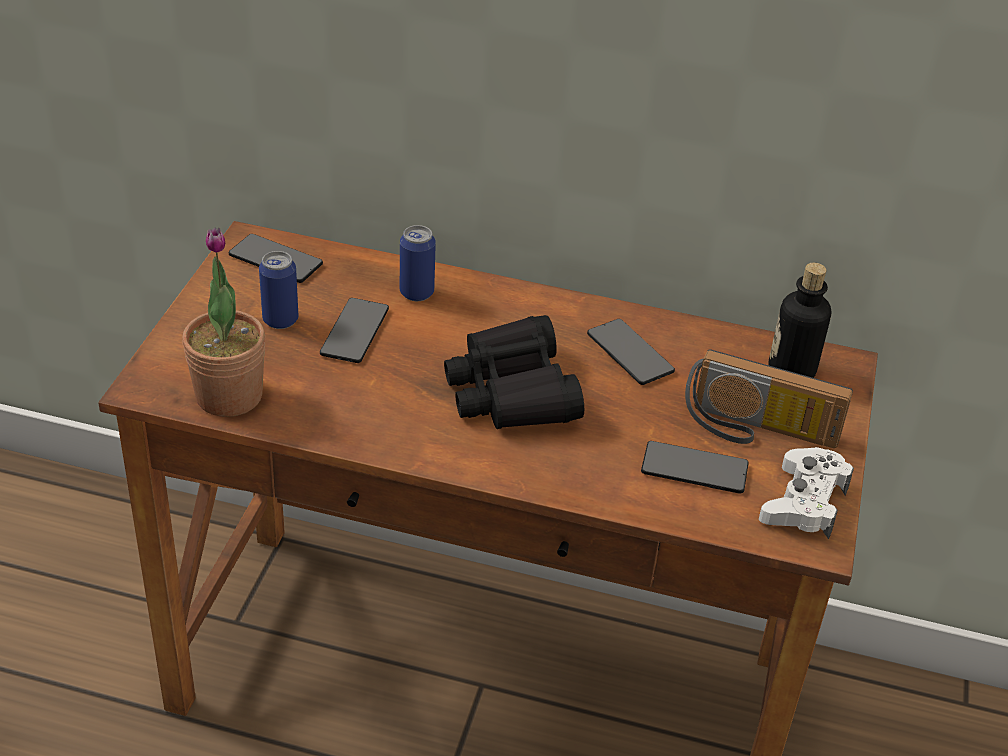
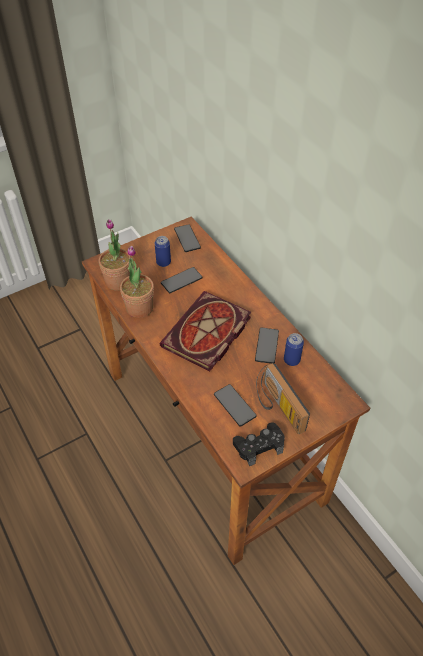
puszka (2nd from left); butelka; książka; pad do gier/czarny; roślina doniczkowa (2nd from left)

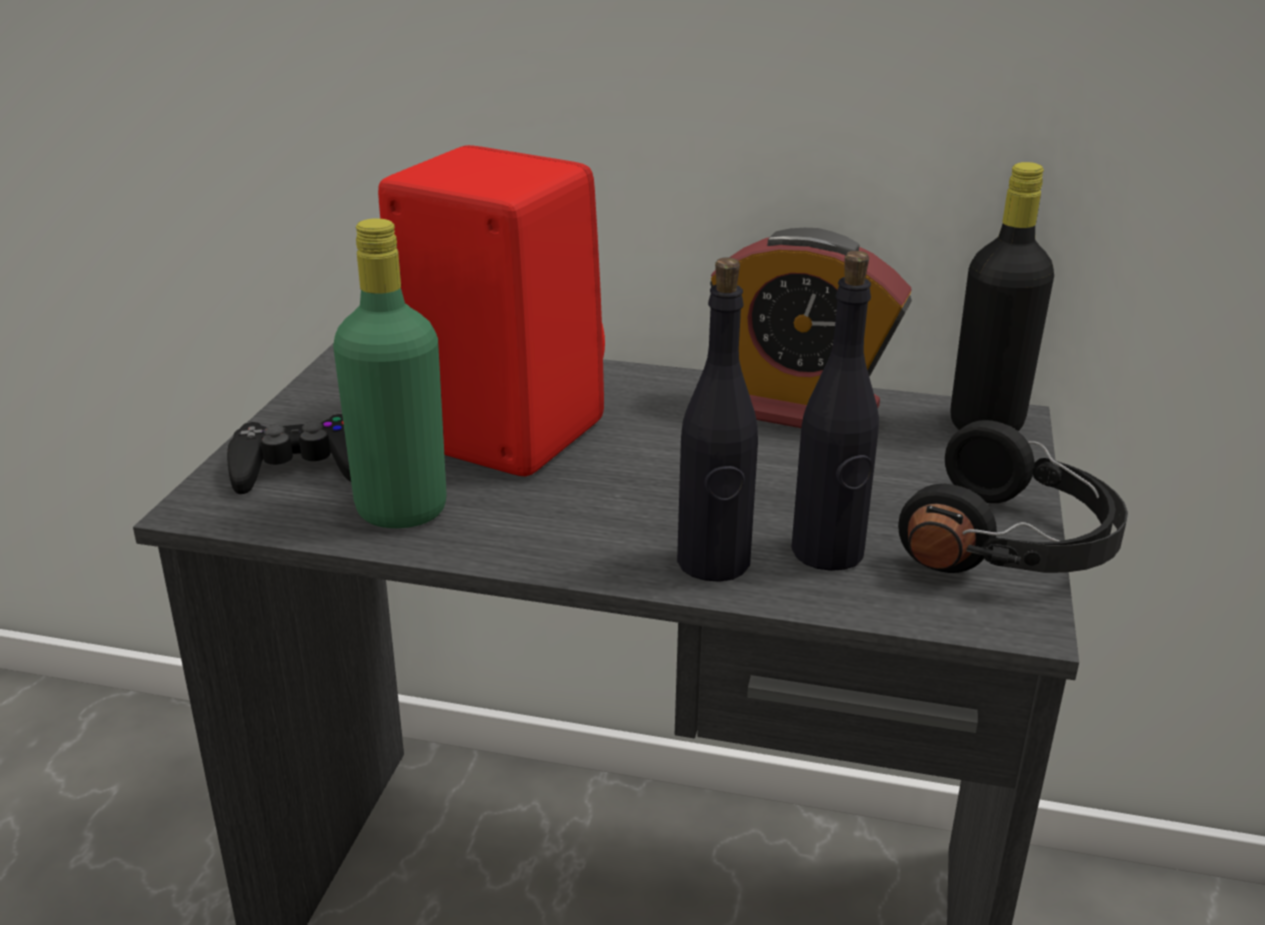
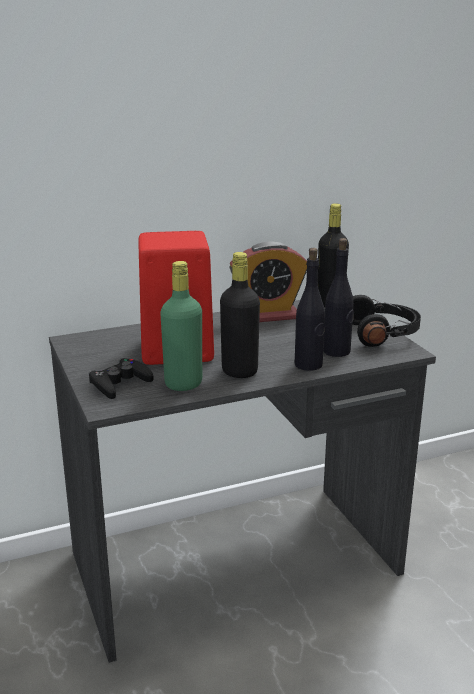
butelka/czarny (1st from left)

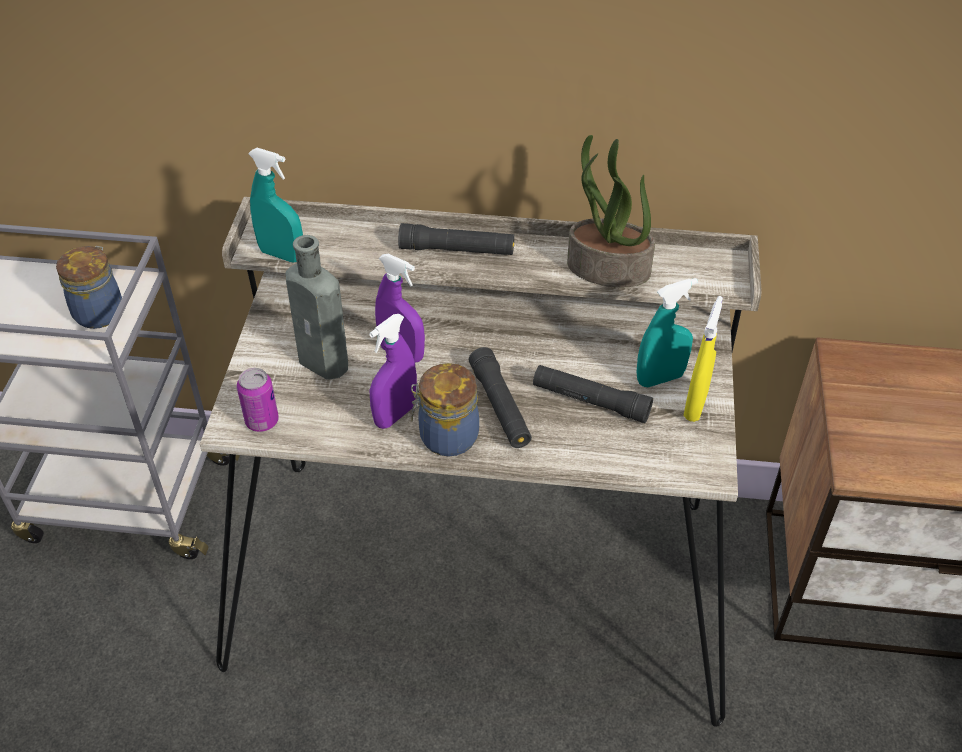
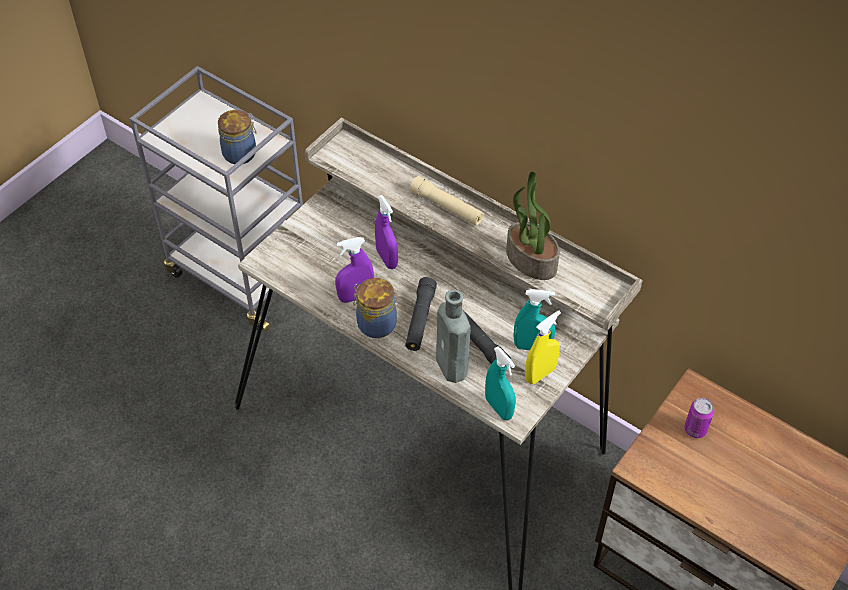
spryskiwacz/turkusowy (1st from left); latarka/beżowy; butelka/szary; puszka

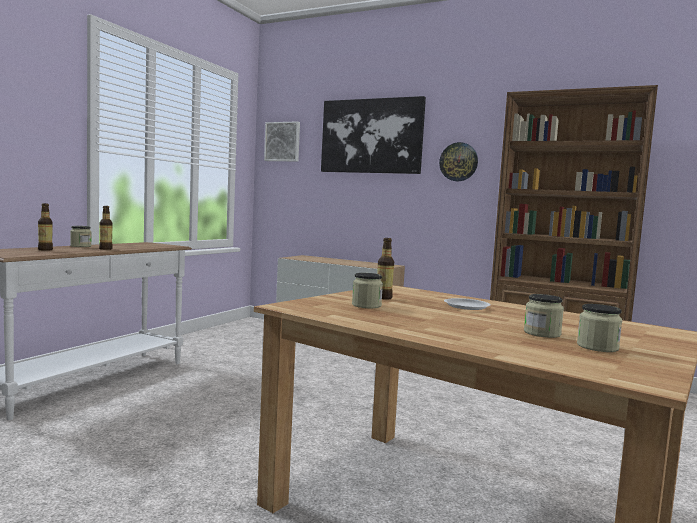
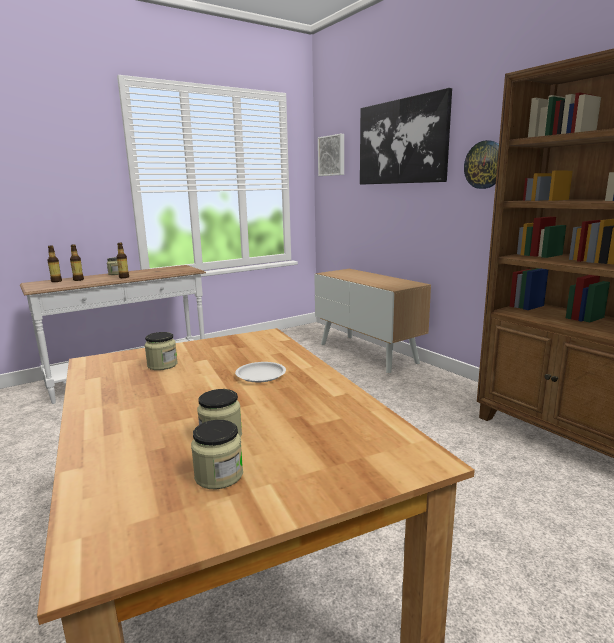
butelka (1st from left)

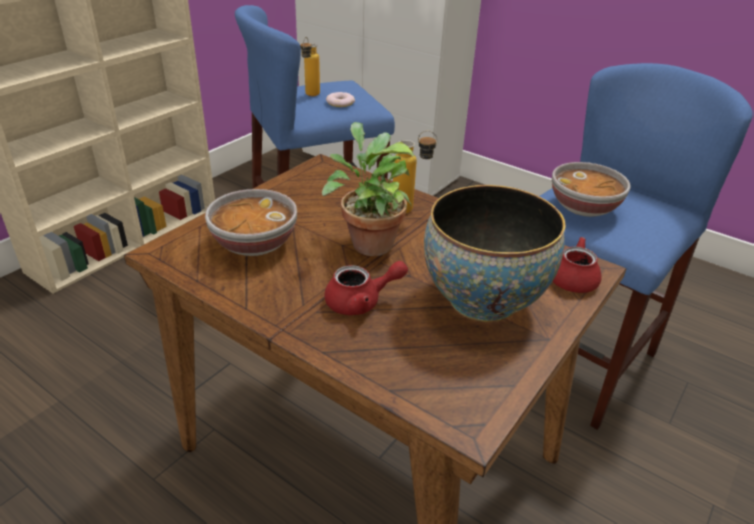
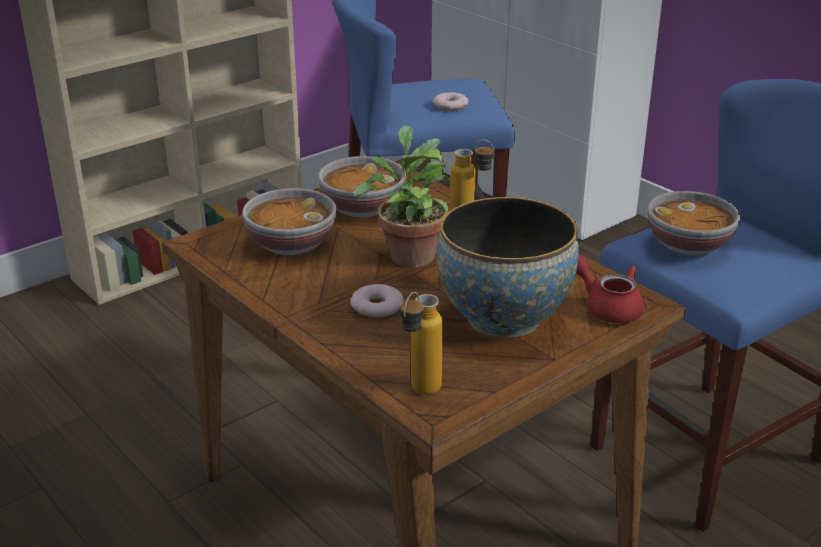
butelka (1st from left); donut (1st from left); miska (2nd from left)

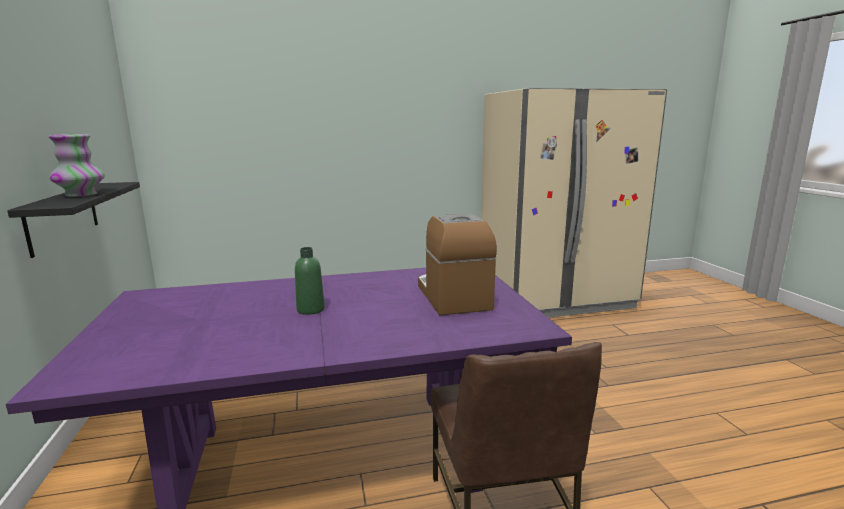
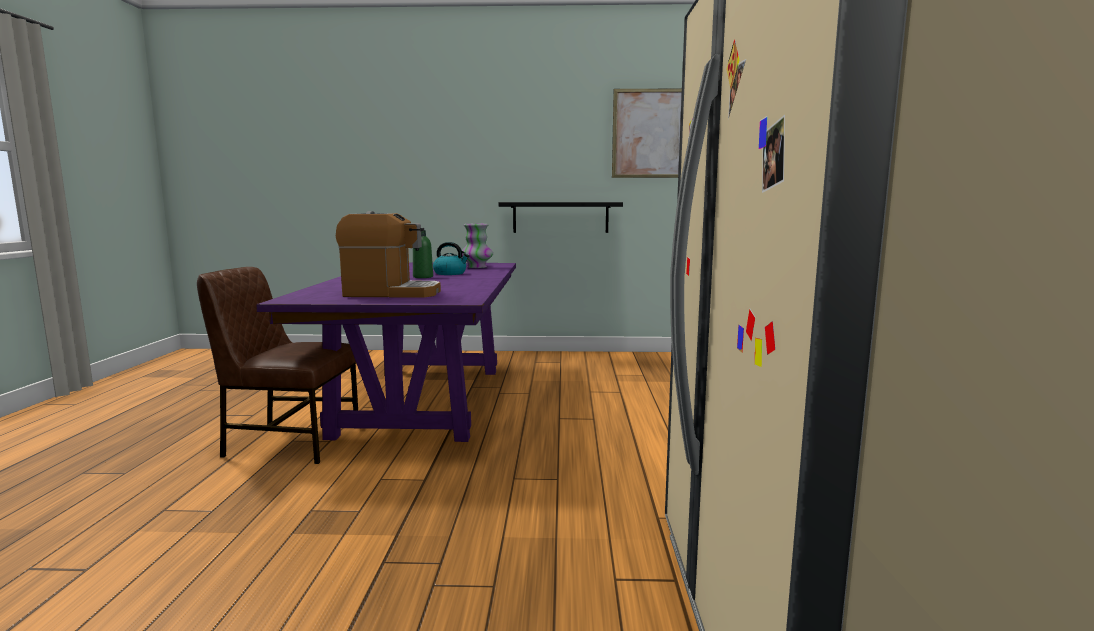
wazon; obraz; czajnik

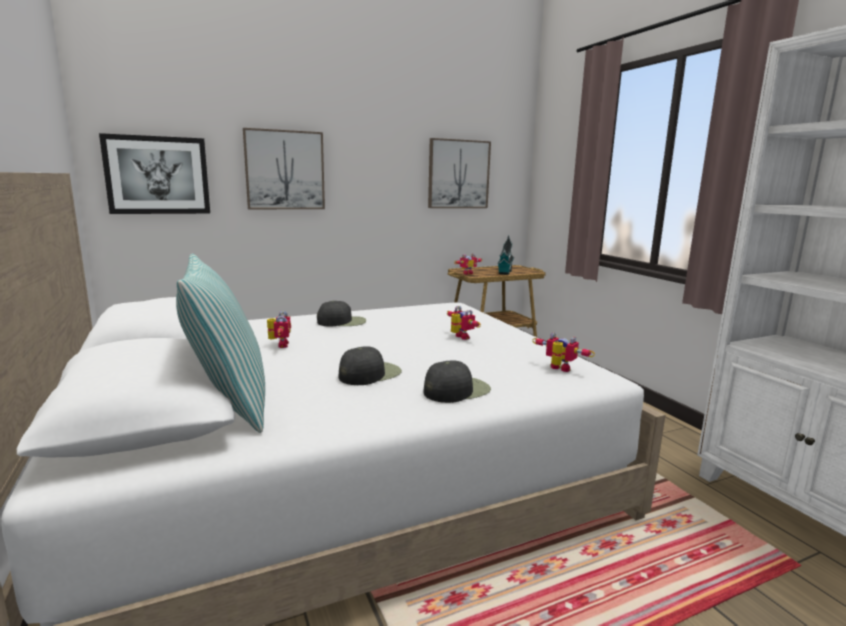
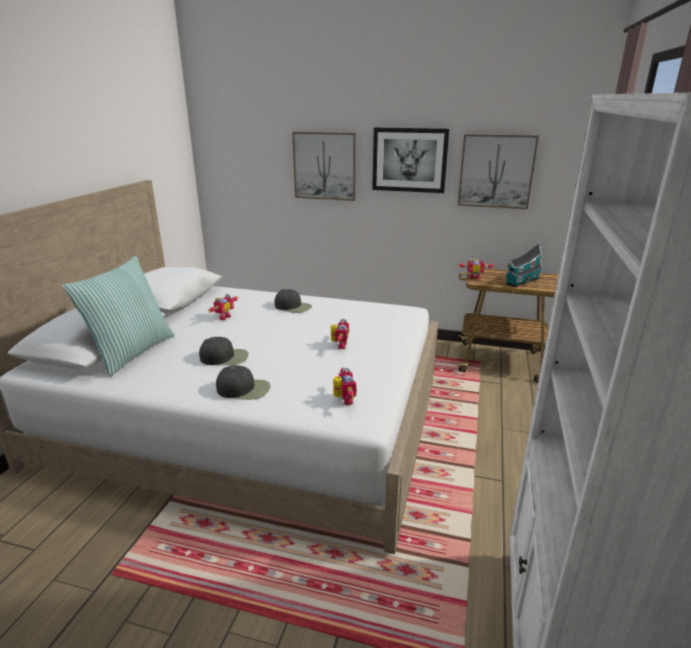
obraz (2nd from left)

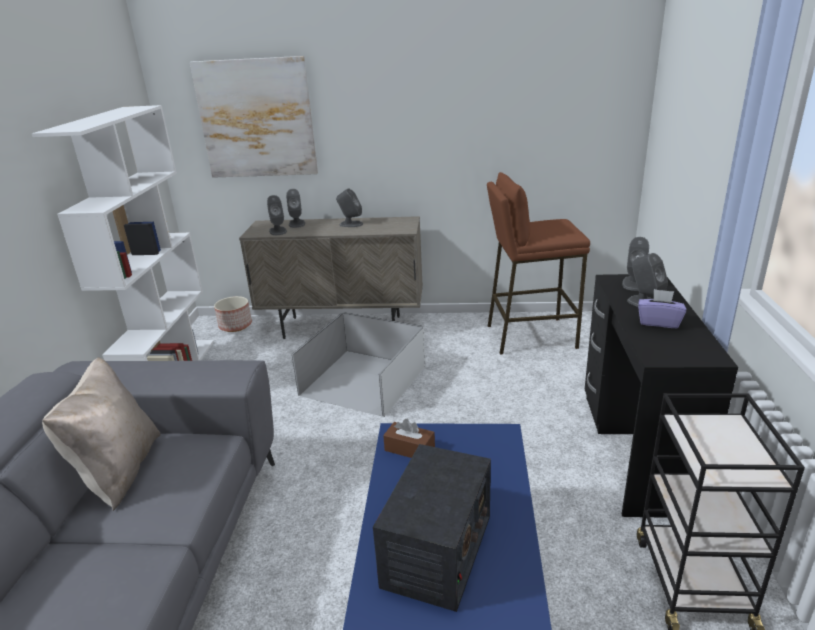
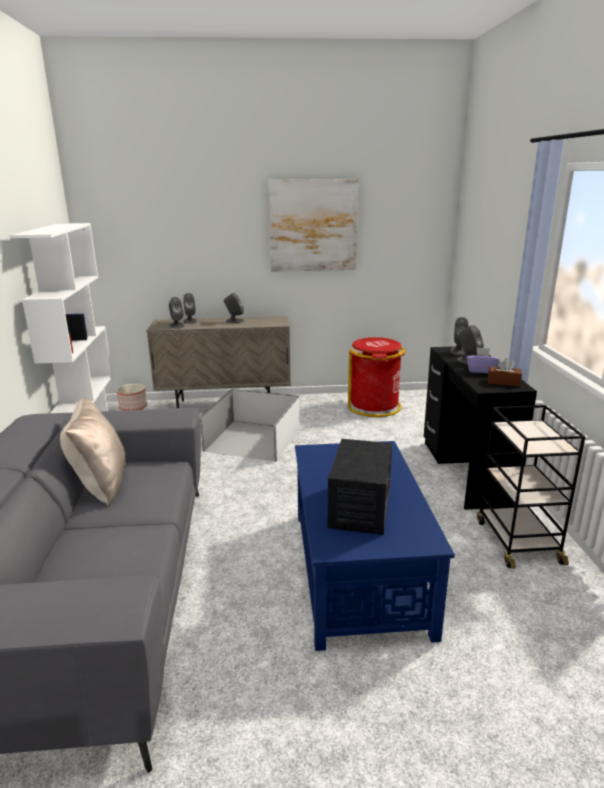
obraz; kosz na śmieci/czerwony; pudełko chusteczek/brązowy

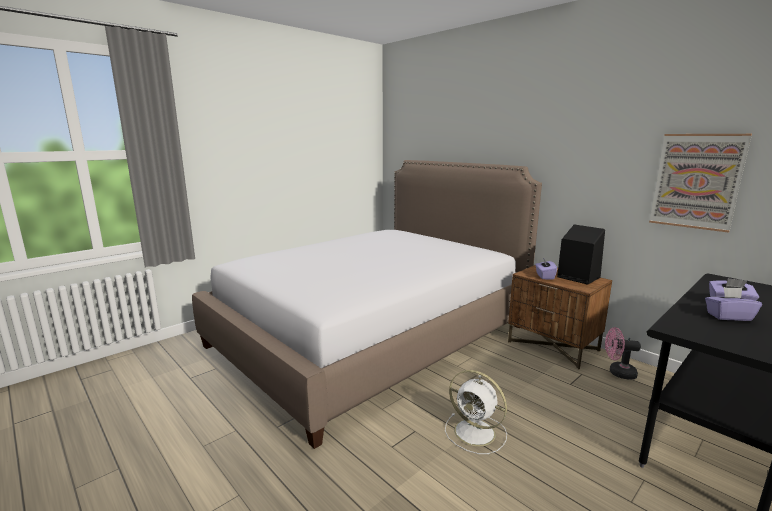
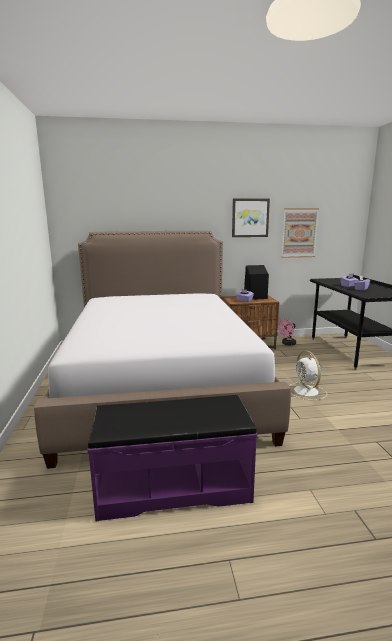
wentylator/biały; obraz (1st from left); ławka/fioletowy

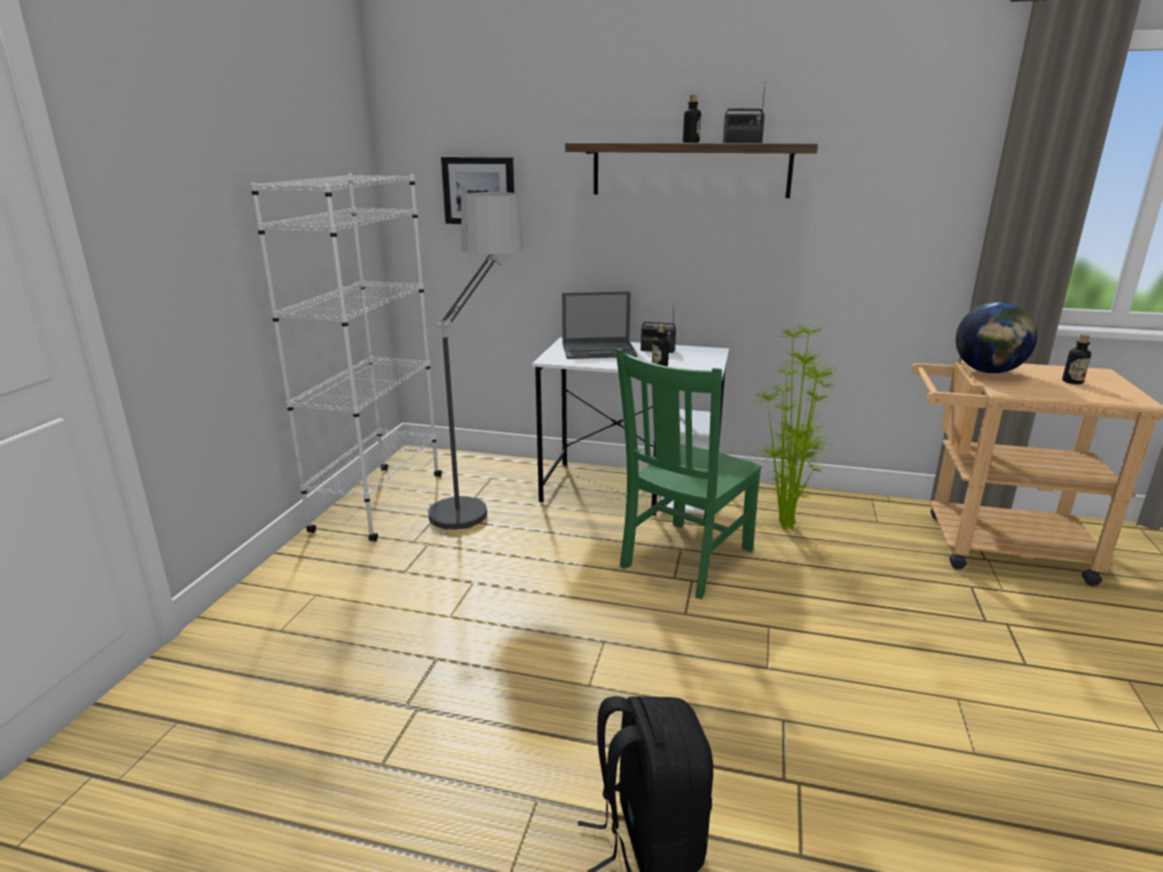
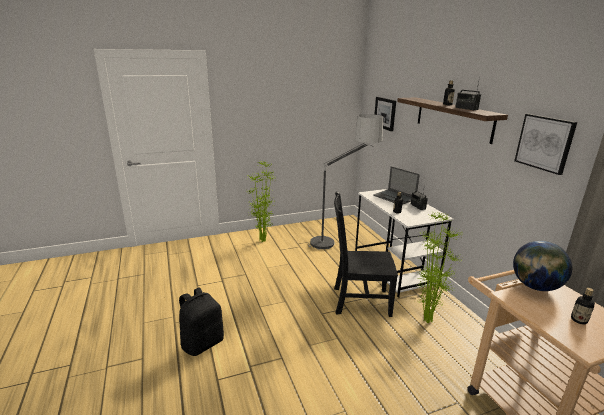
regał/biały; krzesło/czarny; obraz (2nd from left); roślina doniczkowa (1st from left)

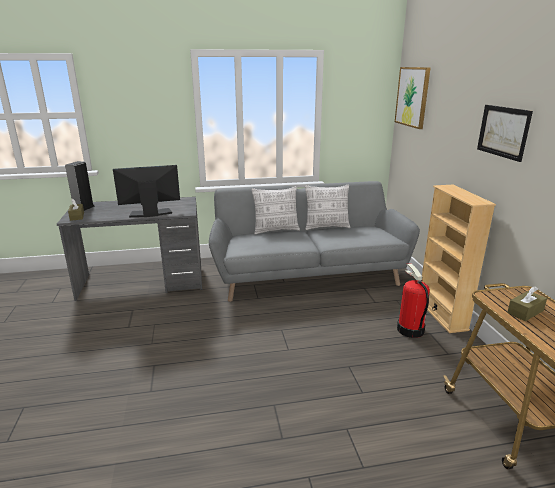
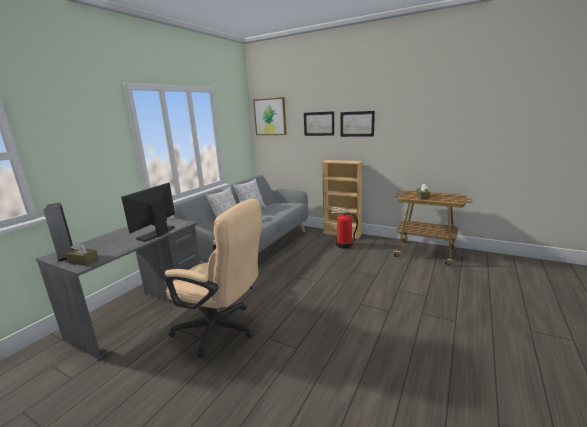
obraz (2nd from left); krzesło biurowe/beżowy

